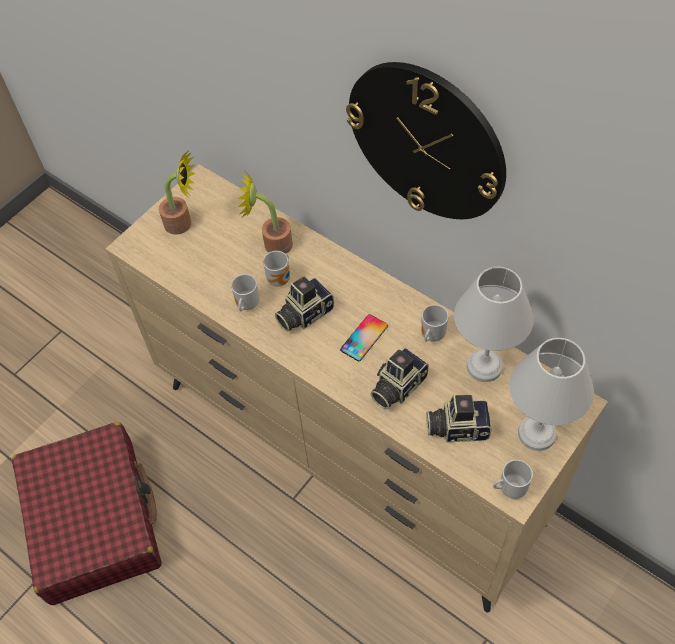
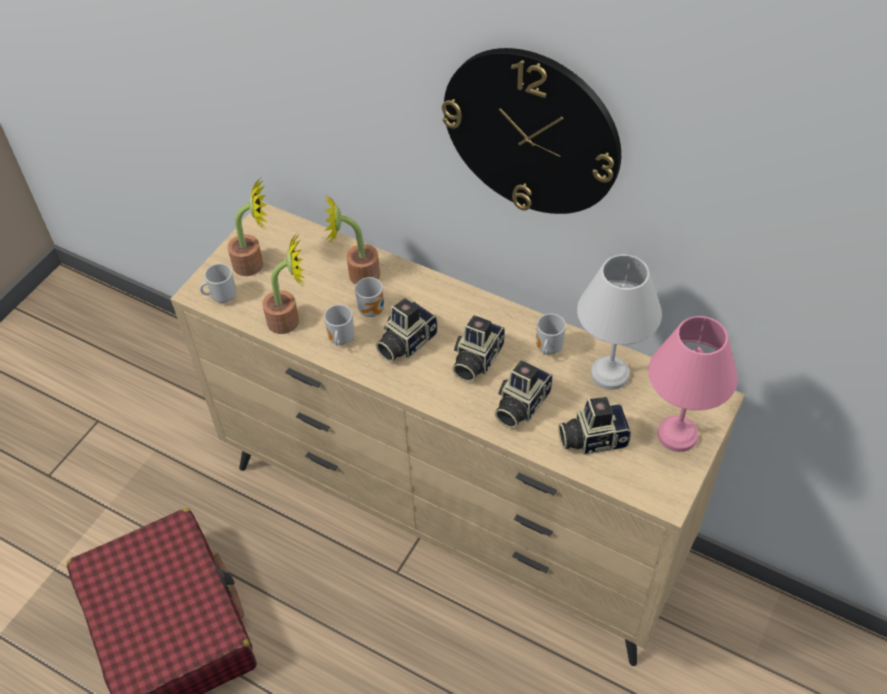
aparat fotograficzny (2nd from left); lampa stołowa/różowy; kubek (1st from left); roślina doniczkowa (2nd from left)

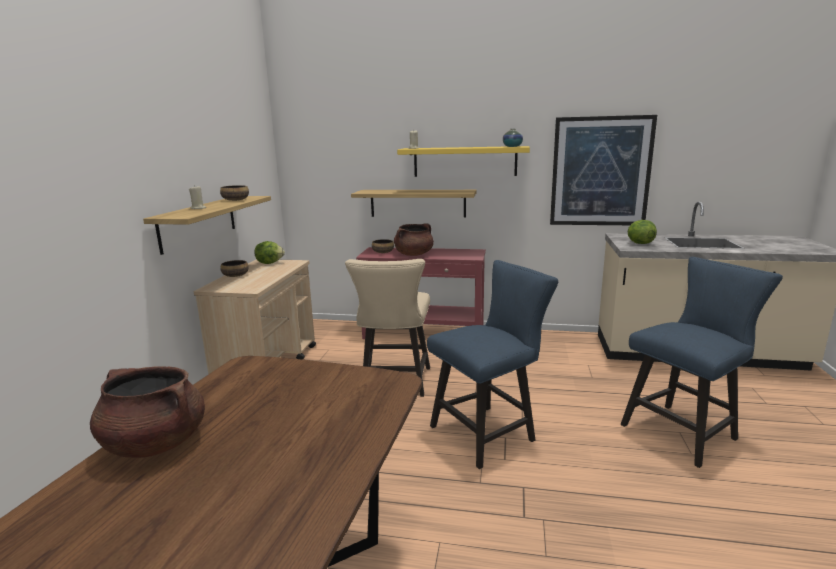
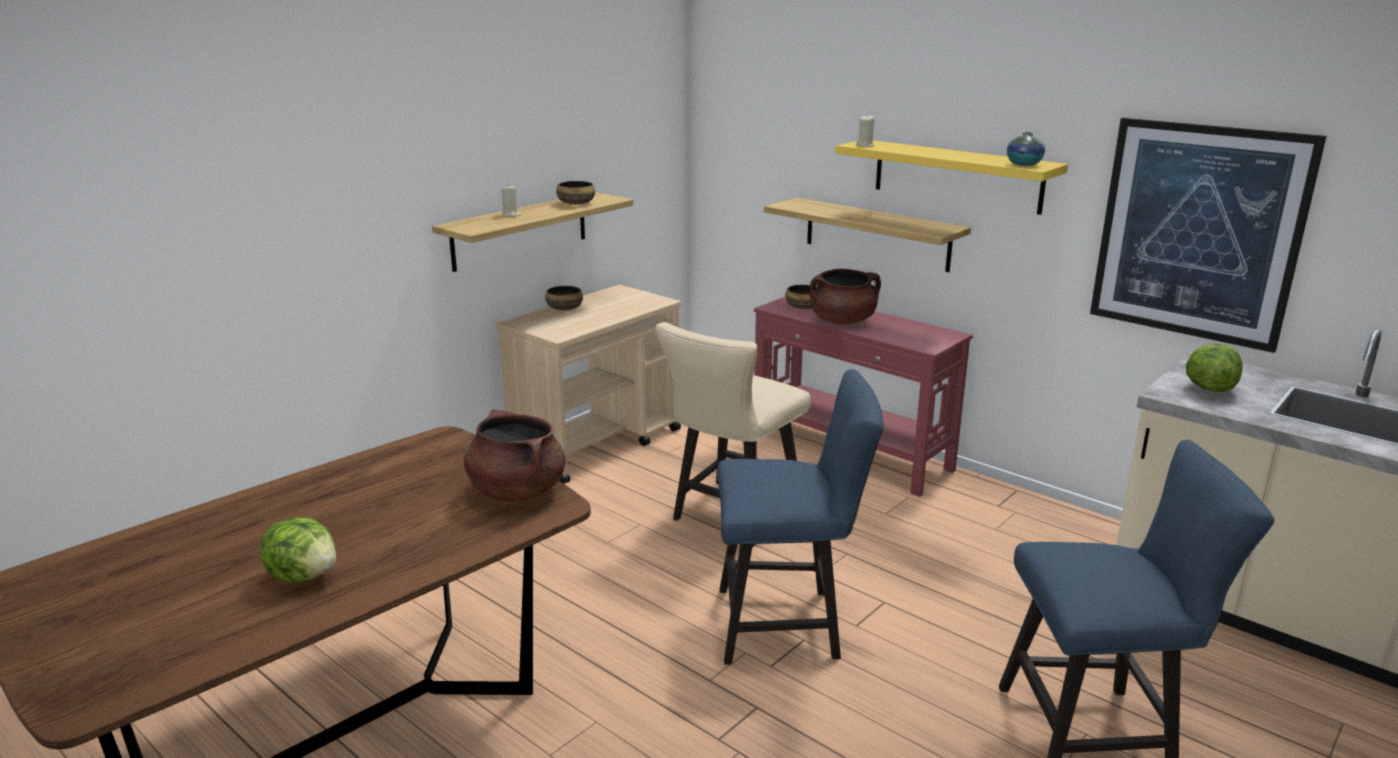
sałata (1st from left); garnek/brązowy (1st from left)

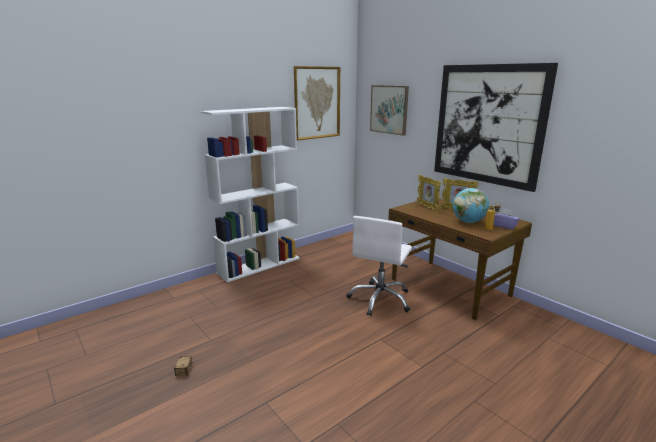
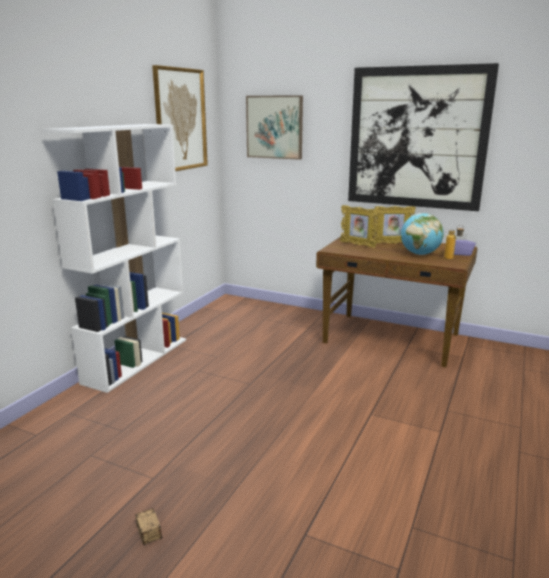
krzesło biurowe/biały

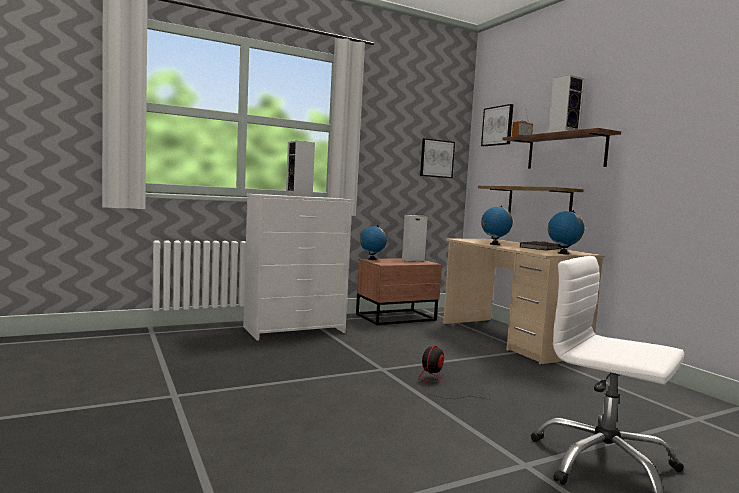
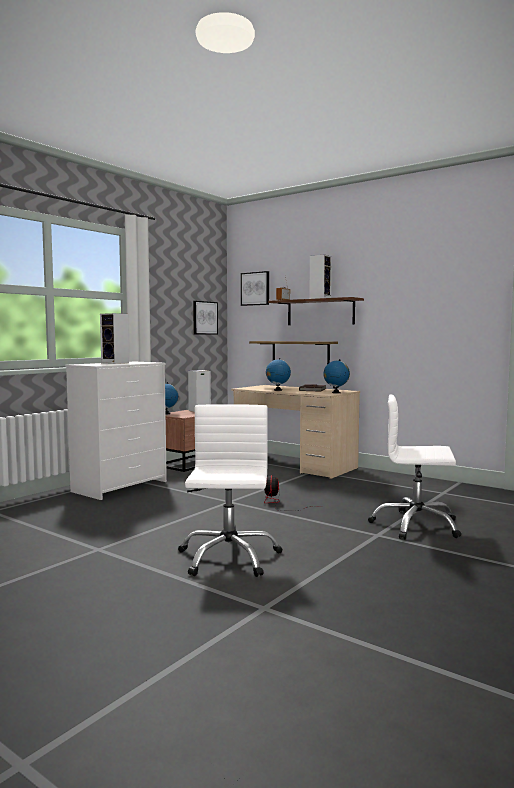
krzesło biurowe/biały (1st from left)

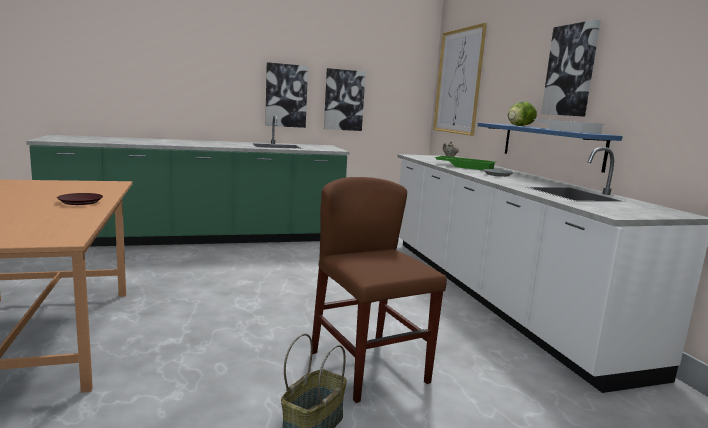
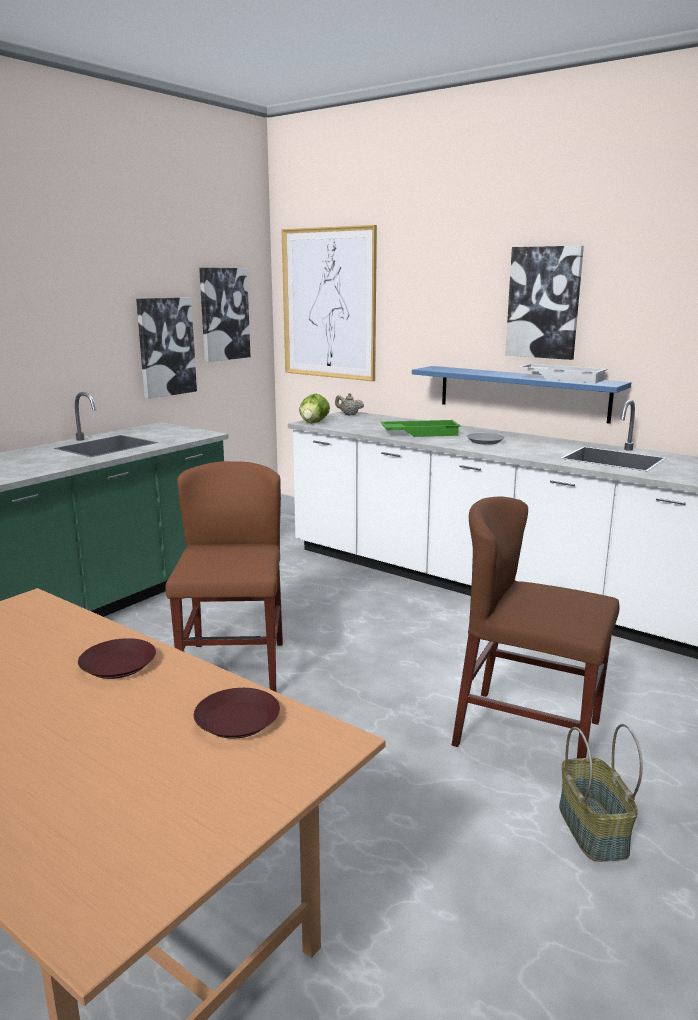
obraz (2nd from left); sałata; krzesło/brązowy (1st from left); talerz/brązowy (2nd from left)

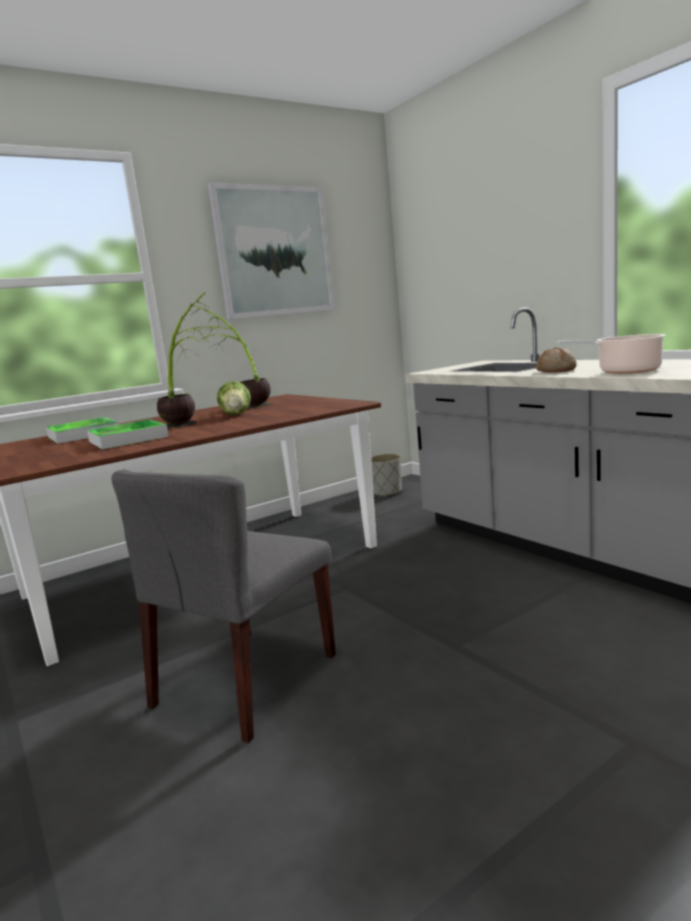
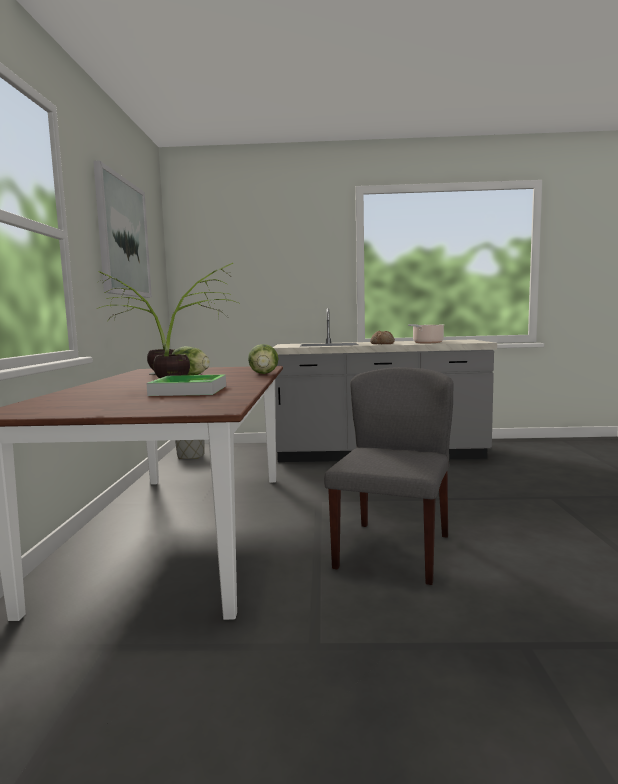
taca (1st from left in the first image); krzesło/szary; sałata (2nd from left)

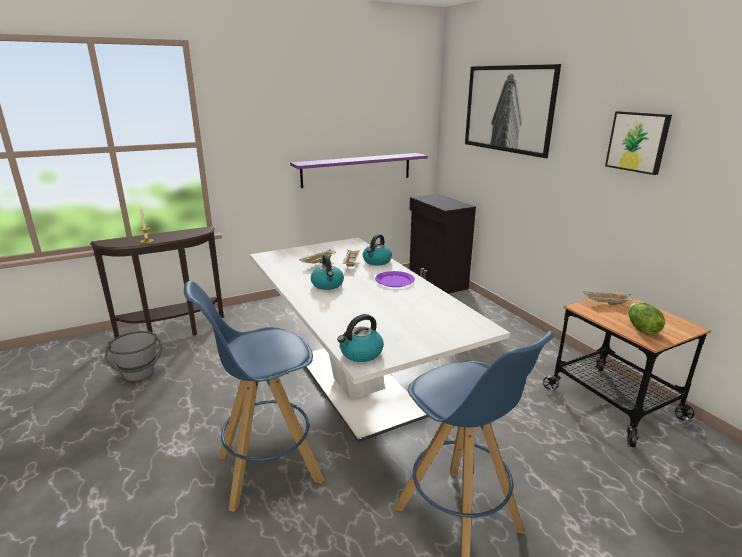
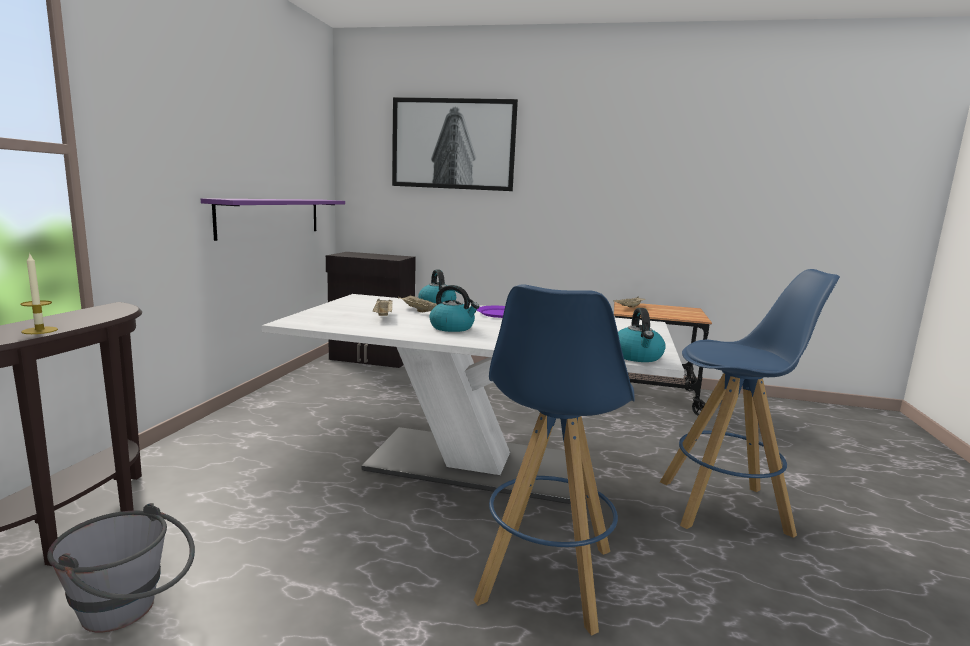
obraz (2nd from left in the first image); sałata

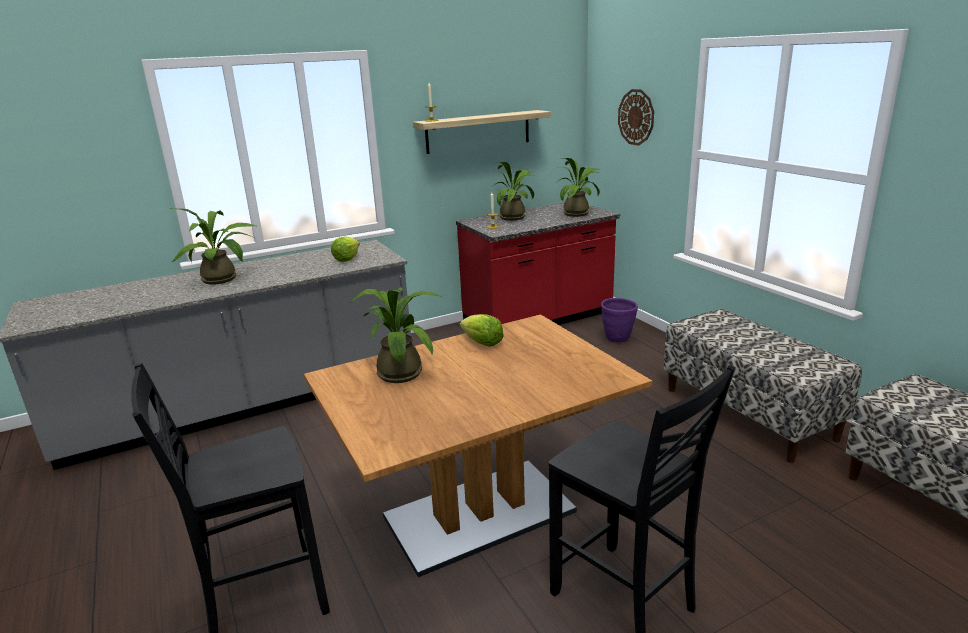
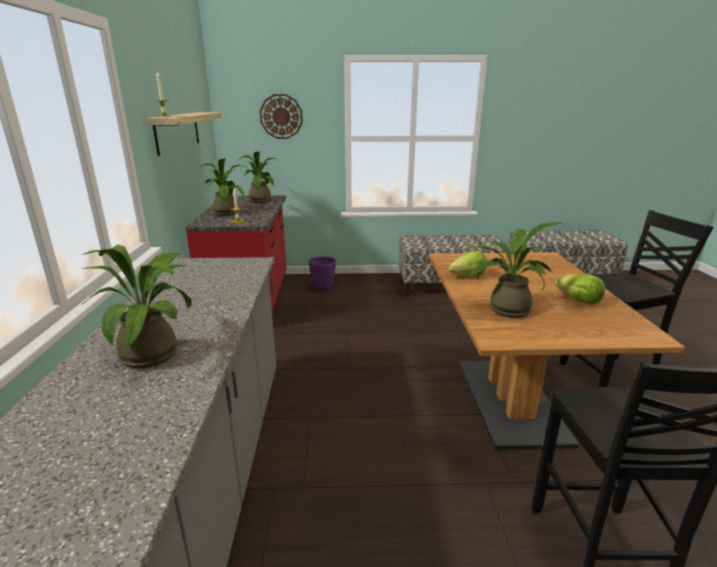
sałata (2nd from left)

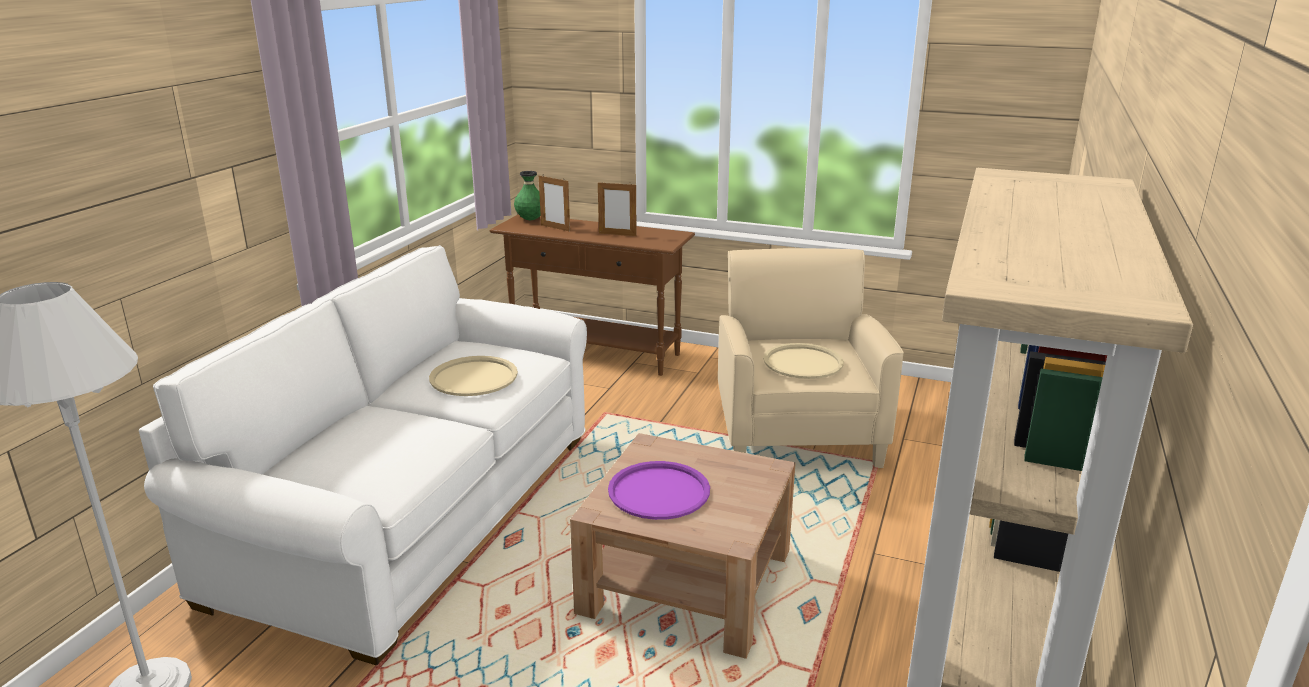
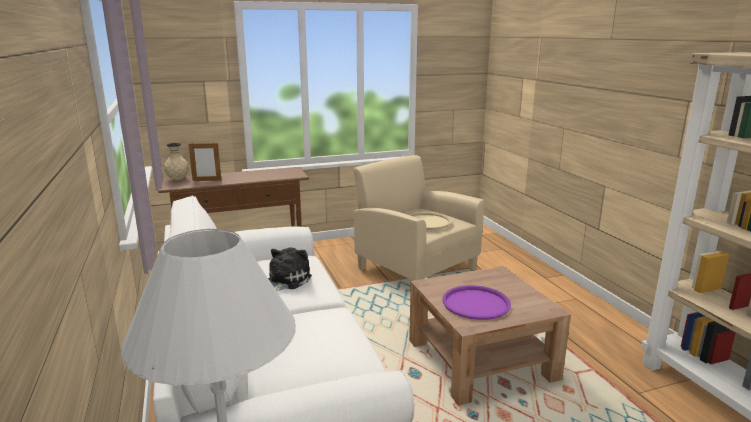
wazon/beżowy; ramka na zdjęcie (2nd from left in the first image); pluszak

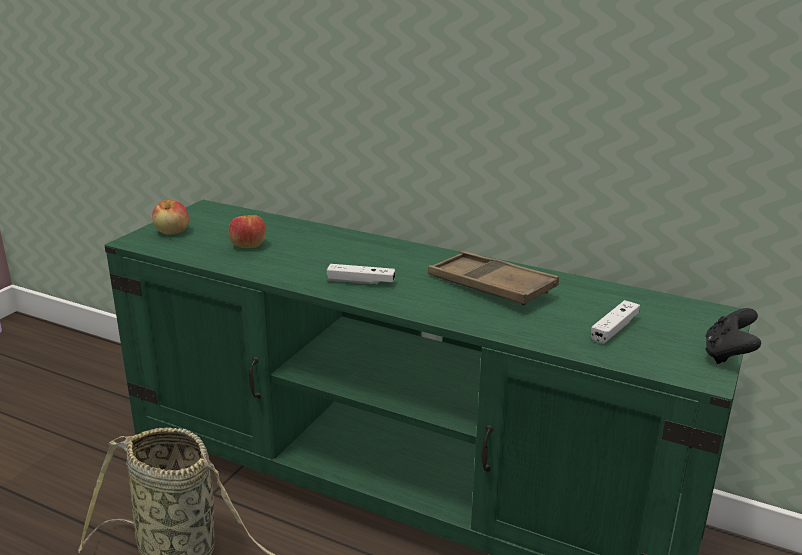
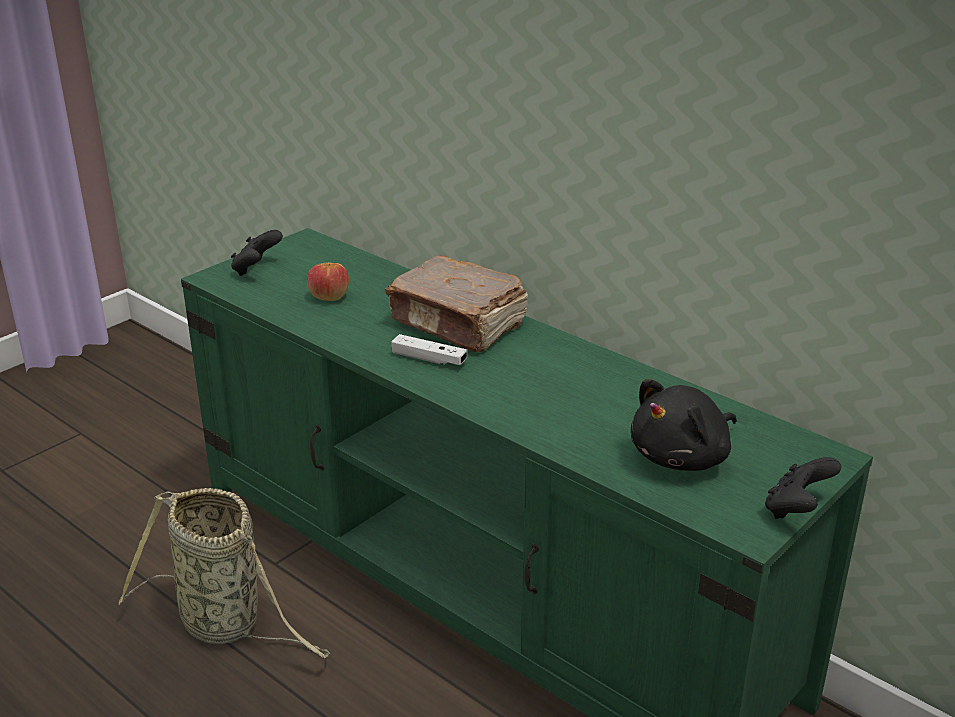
pad do gier/czarny (1st from left); taca/brązowy; pluszak/czarny; książka/brązowy

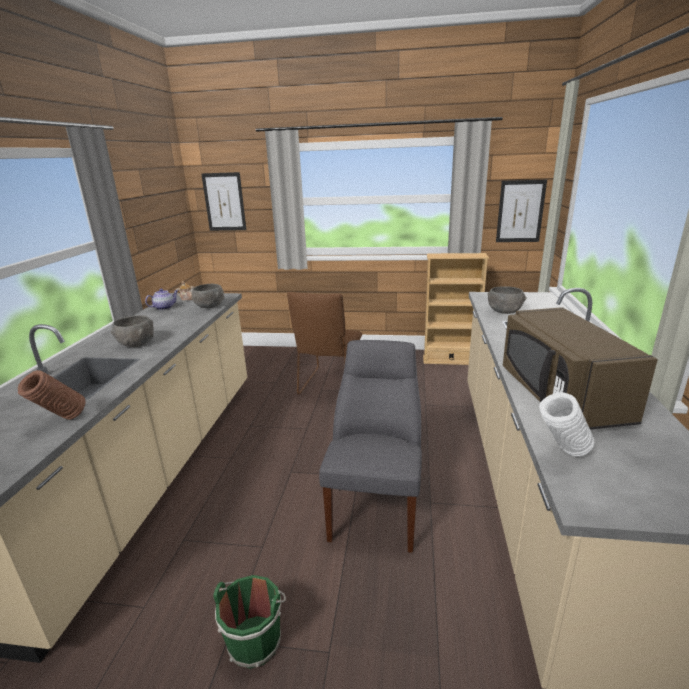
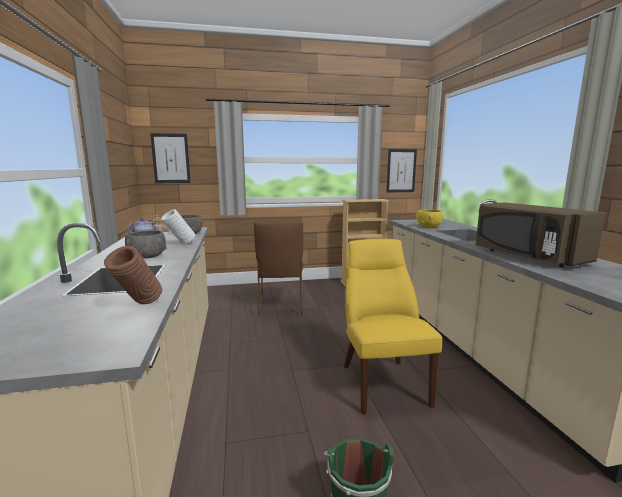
miska/żółty; krzesło/żółty; wazon/biały

